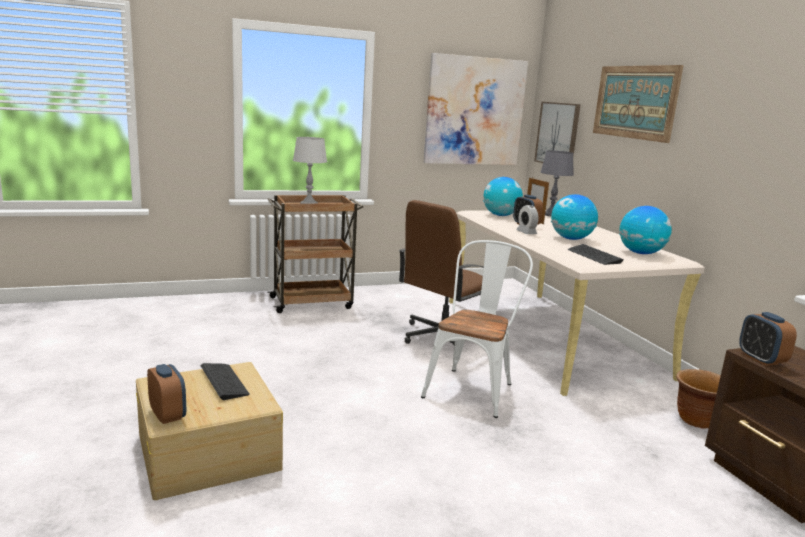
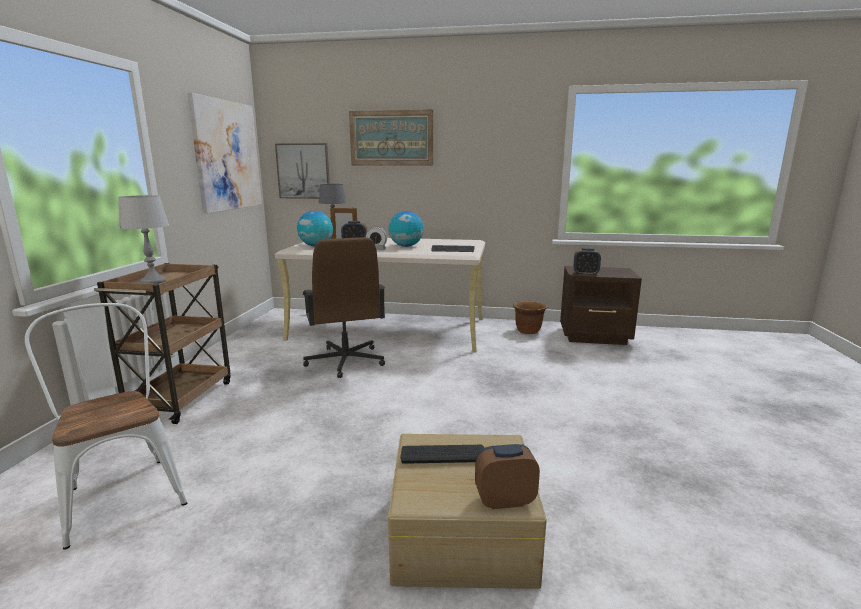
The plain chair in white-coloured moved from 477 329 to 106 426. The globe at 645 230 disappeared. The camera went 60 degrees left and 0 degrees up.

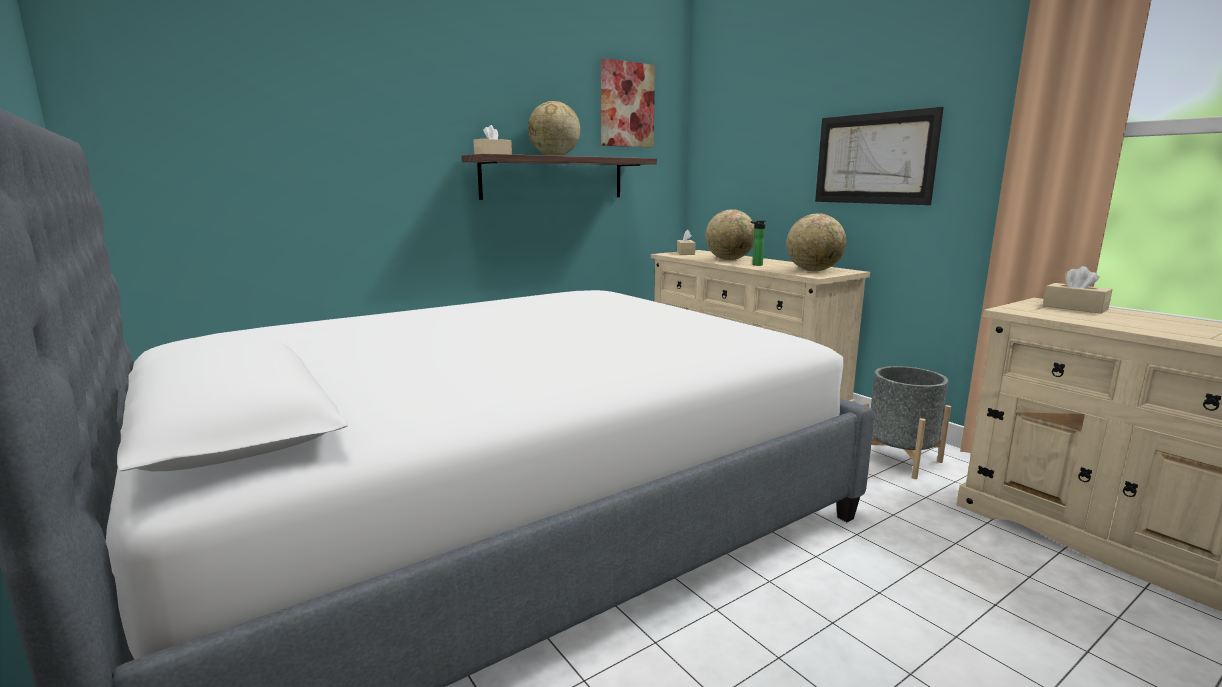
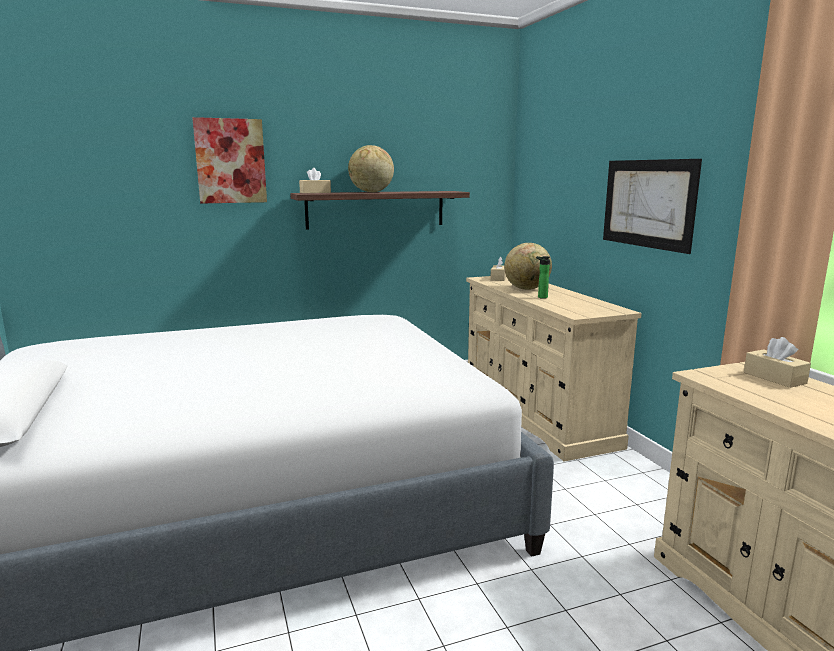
The wall picture moved from 628 103 to 229 160. The globe at 816 242 disappeared. The flower pot in greyish at 907 422 disappeared. The camera went 15 degrees right and 0 degrees up.

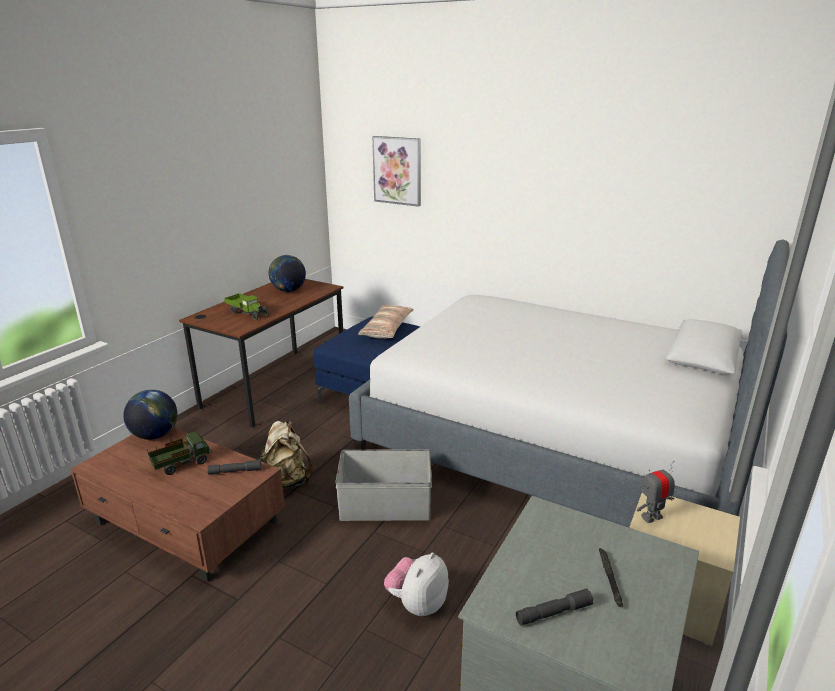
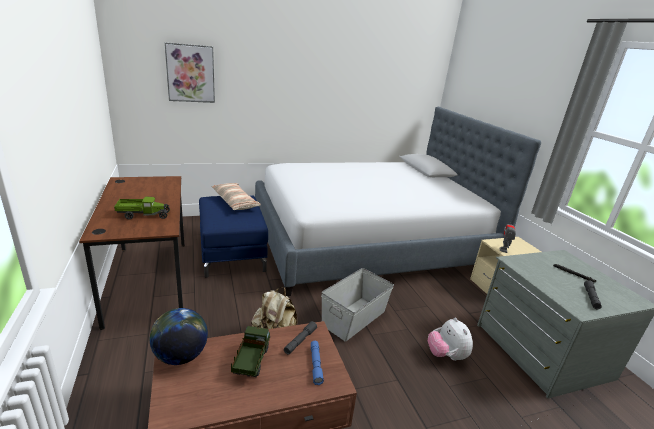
The hand torch in blue at 317 363 appeared. The globe at 287 273 disappeared. The camera went 50 degrees left and 0 degrees up.

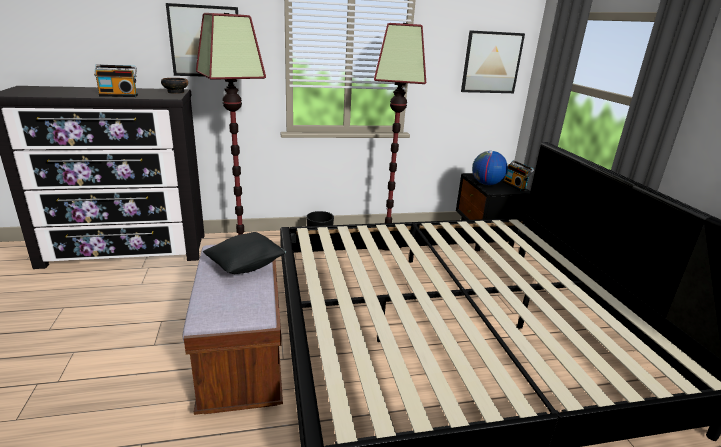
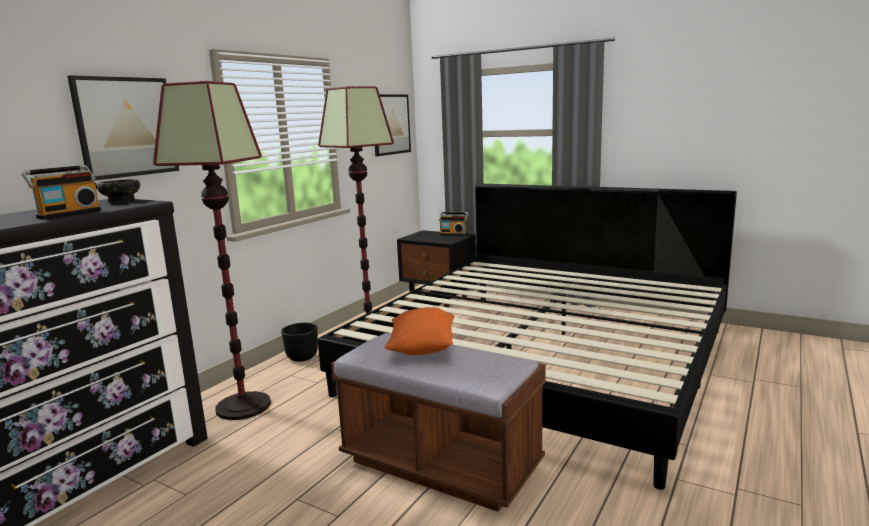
The pillow in black-coloured at 244 253 became the pillow in orangey at 419 331. The globe at 490 168 disappeared. The camera went 45 degrees left and 10 degrees down.

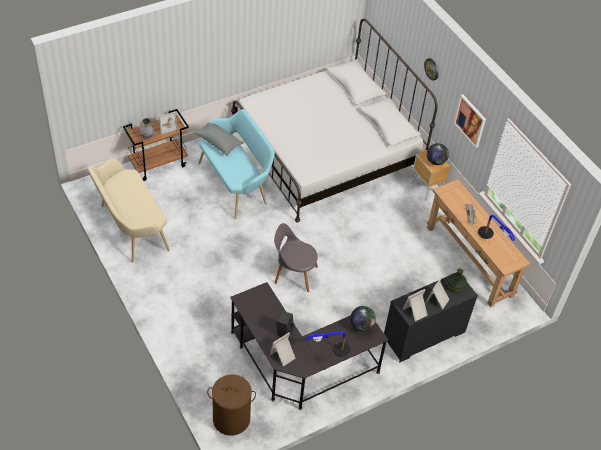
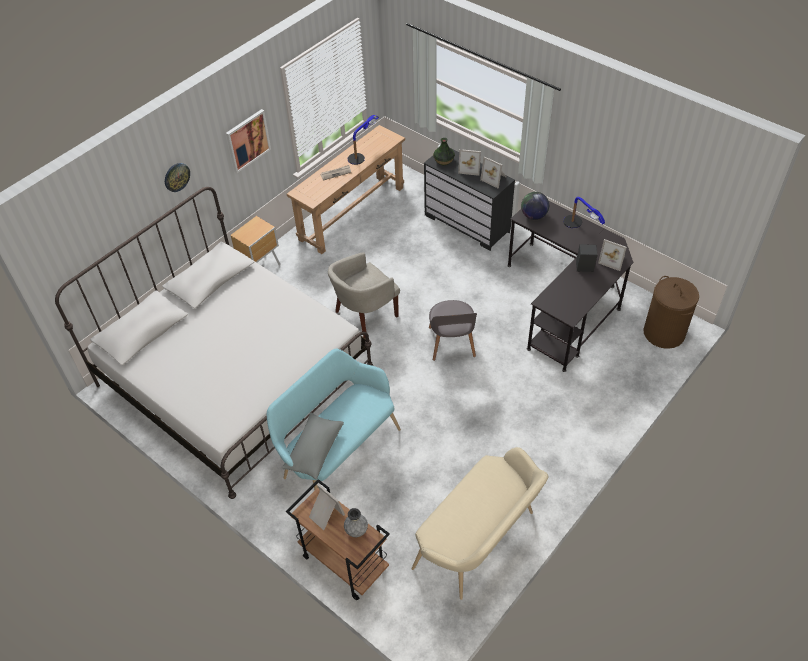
The lounge chair in sand-coloured at 364 295 appeared. The globe at 438 154 disappeared. The camera went 105 degrees left and 0 degrees up.

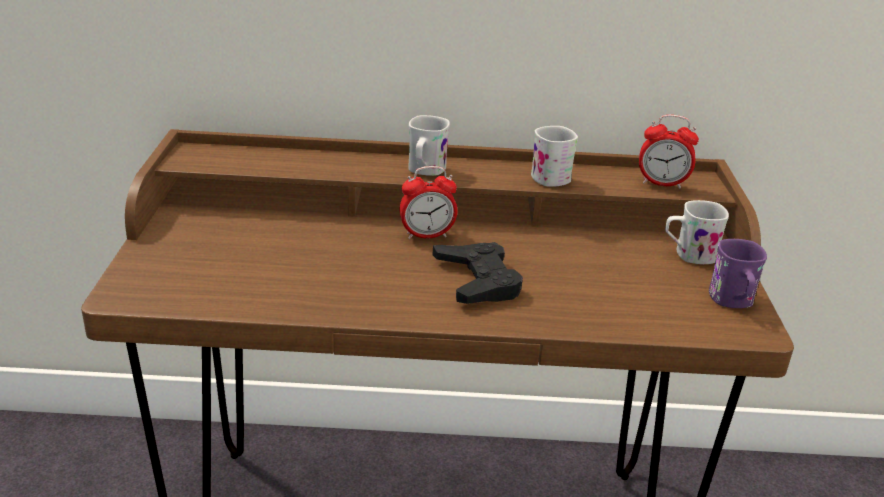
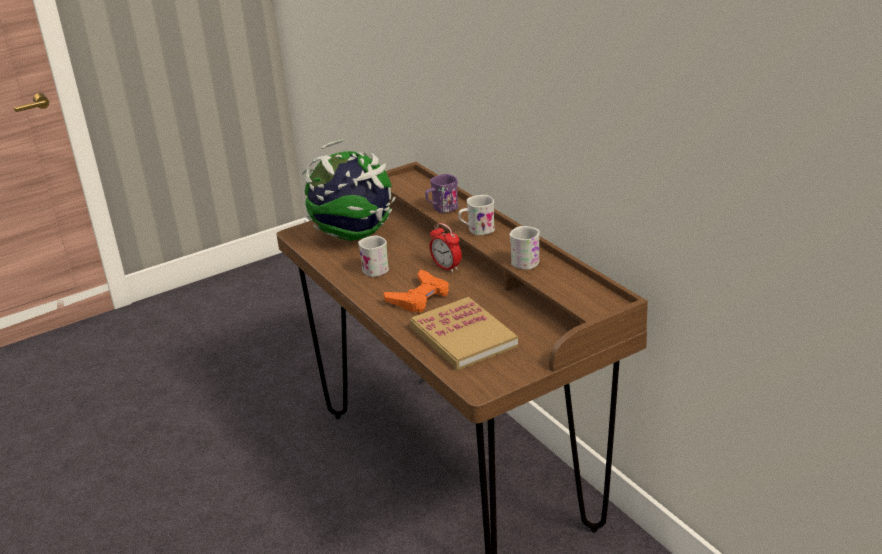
The globe at 349 190 appeared. The coffee mug in white-coloured moved from 697 232 to 373 256. The joypad in black-coloured at 478 273 became the joypad in orangey at 416 291. The volume at 464 333 appeared. The coffee mug in purple-coloured moved from 738 273 to 442 193. The alarm clock at 669 152 disappeared. The camera went 60 degrees right and 0 degrees up.

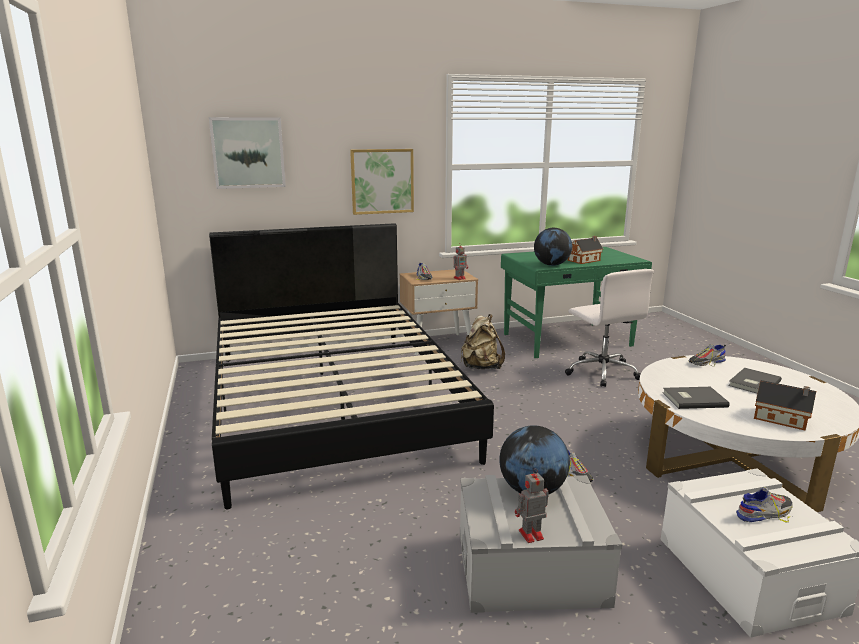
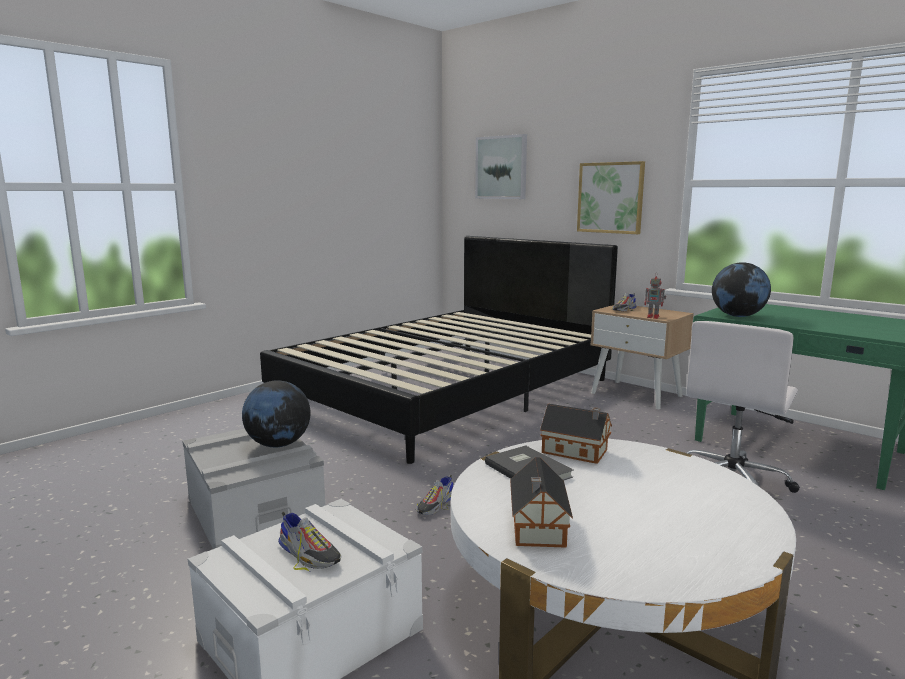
The model house moved from 585 250 to 576 434. The knapsack in sand-coloured at 483 342 disappeared. The model robot at 532 505 disappeared. The low shoe at 707 355 disappeared. The volume in greyish at 755 381 disappeared. The camera went 60 degrees right and 5 degrees down.

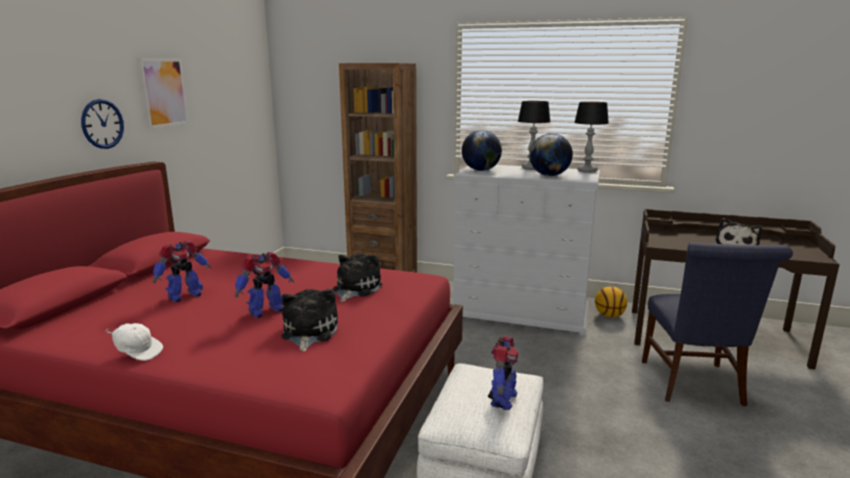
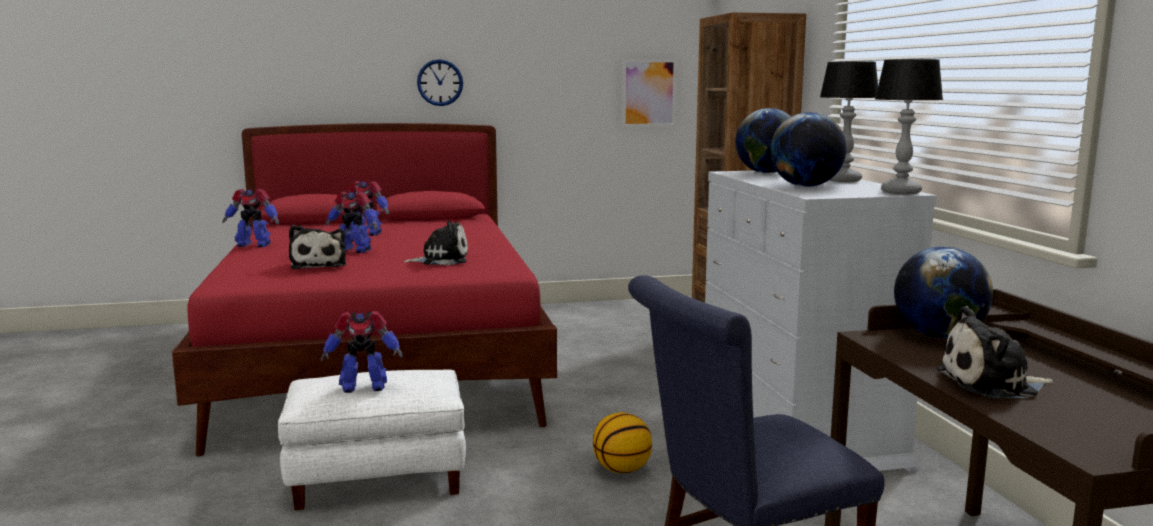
The cap in white-coloured at 134 342 was replaced by the model robot at 250 217. The cuddly toy at 309 320 turned 105 degrees clockwise. The basketball moved from 611 302 to 622 442. The wall picture moved from 164 93 to 649 93. The globe at 943 292 appeared. The camera went 60 degrees right and 5 degrees down.

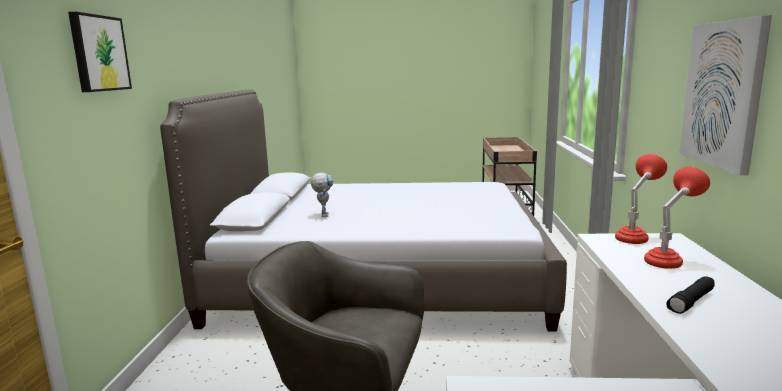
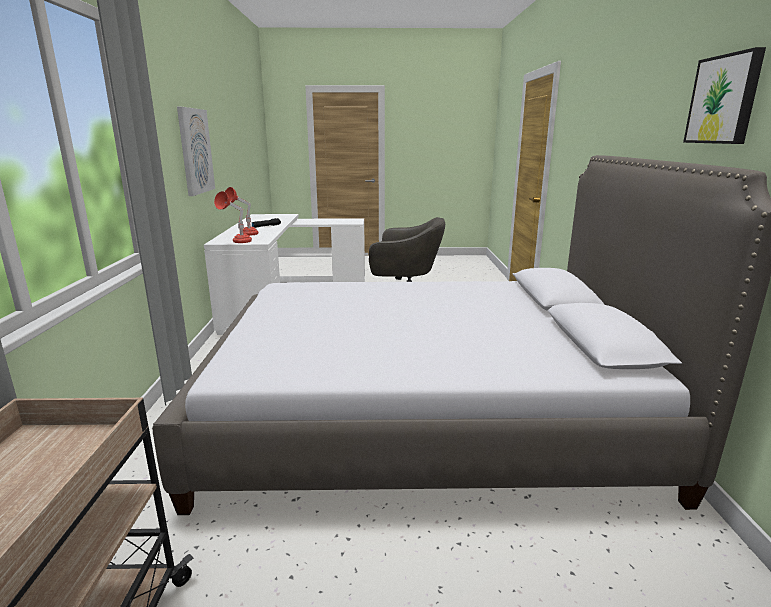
The wall picture moved from 100 52 to 724 95. The model robot at 322 194 disappeared. The camera went 175 degrees right and 5 degrees up.

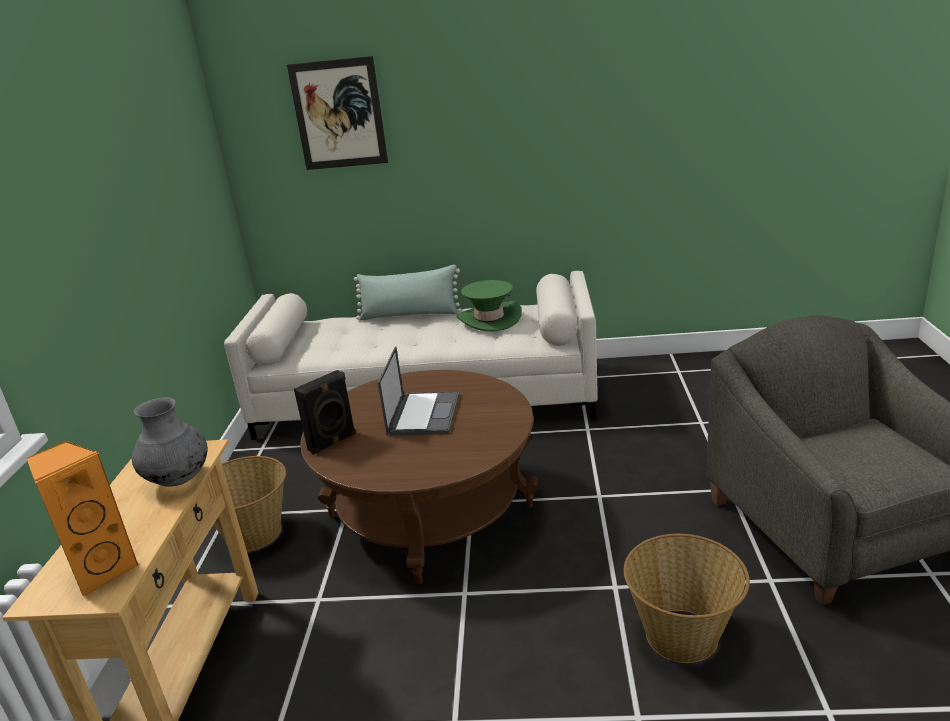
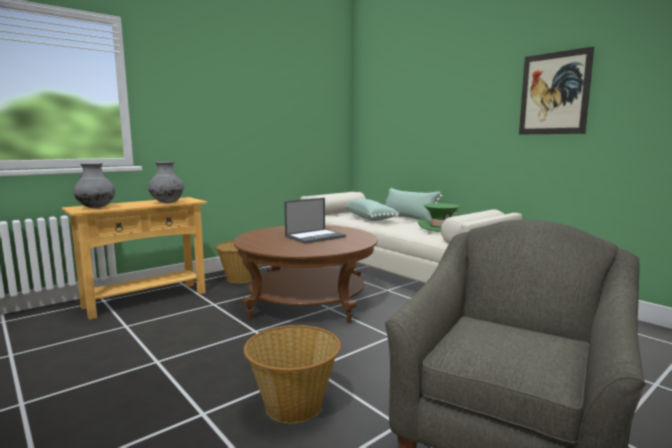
The audio speaker in orangey at 83 518 was replaced by the vase in greyish at 94 185. The pillow in green at 372 210 appeared. The wall picture moved from 337 113 to 556 90. The audio speaker in black-coloured at 325 412 disappeared. The camera went 45 degrees right and 15 degrees down.

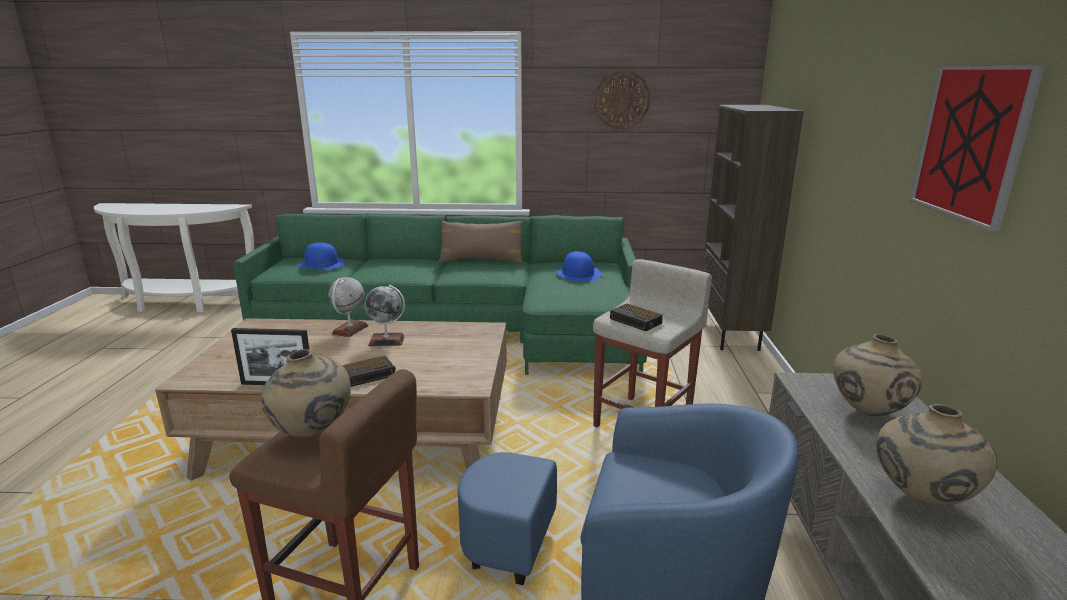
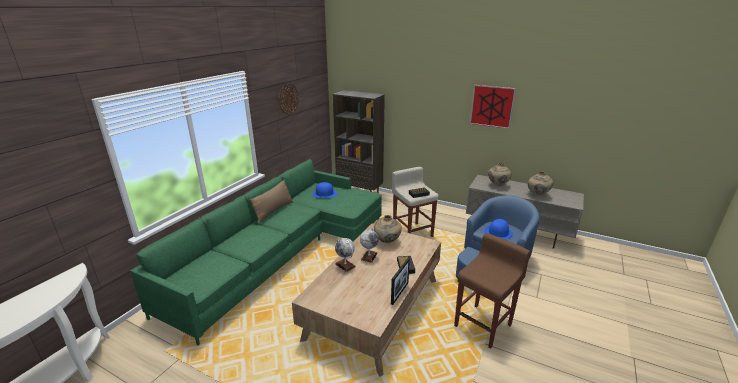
The vase in sand-coloured moved from 306 393 to 388 229. The hat in blue moved from 322 256 to 498 229. The camera went 65 degrees left and 5 degrees up.

